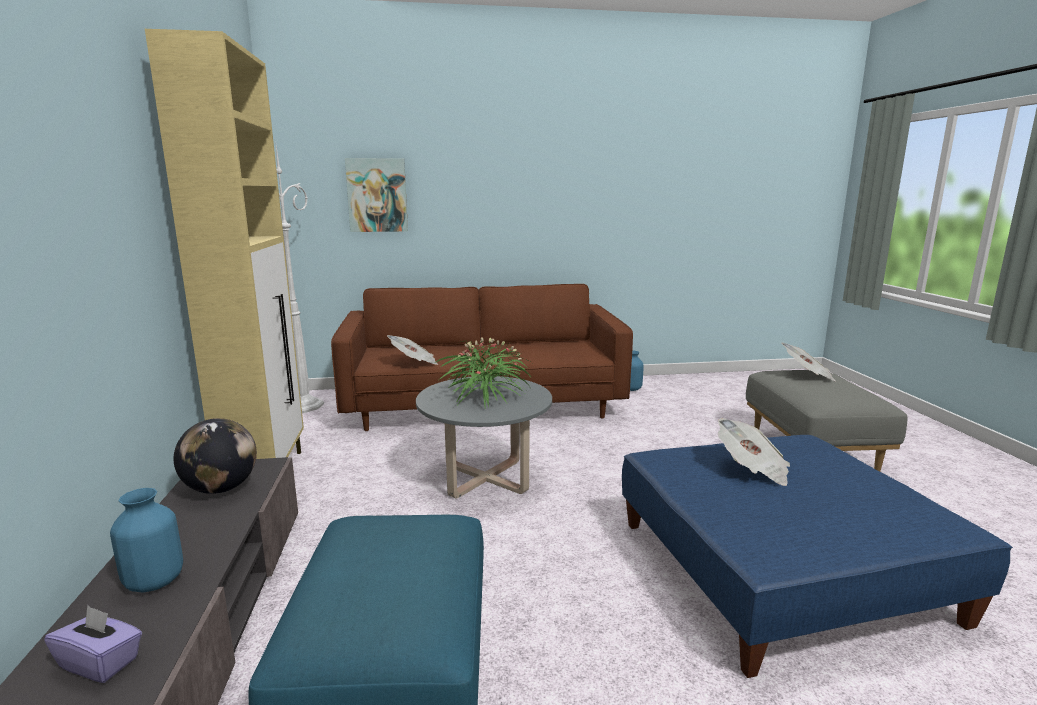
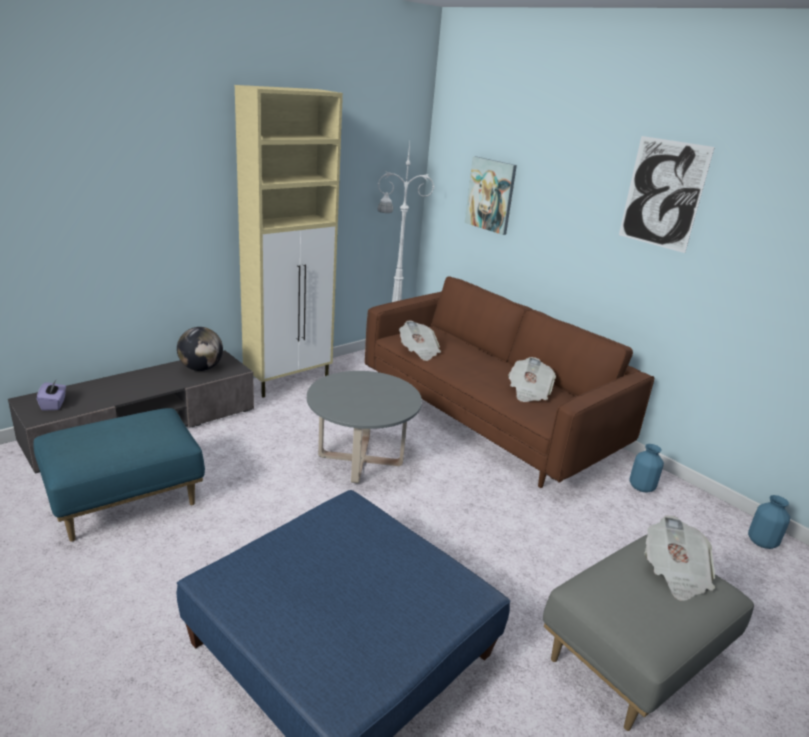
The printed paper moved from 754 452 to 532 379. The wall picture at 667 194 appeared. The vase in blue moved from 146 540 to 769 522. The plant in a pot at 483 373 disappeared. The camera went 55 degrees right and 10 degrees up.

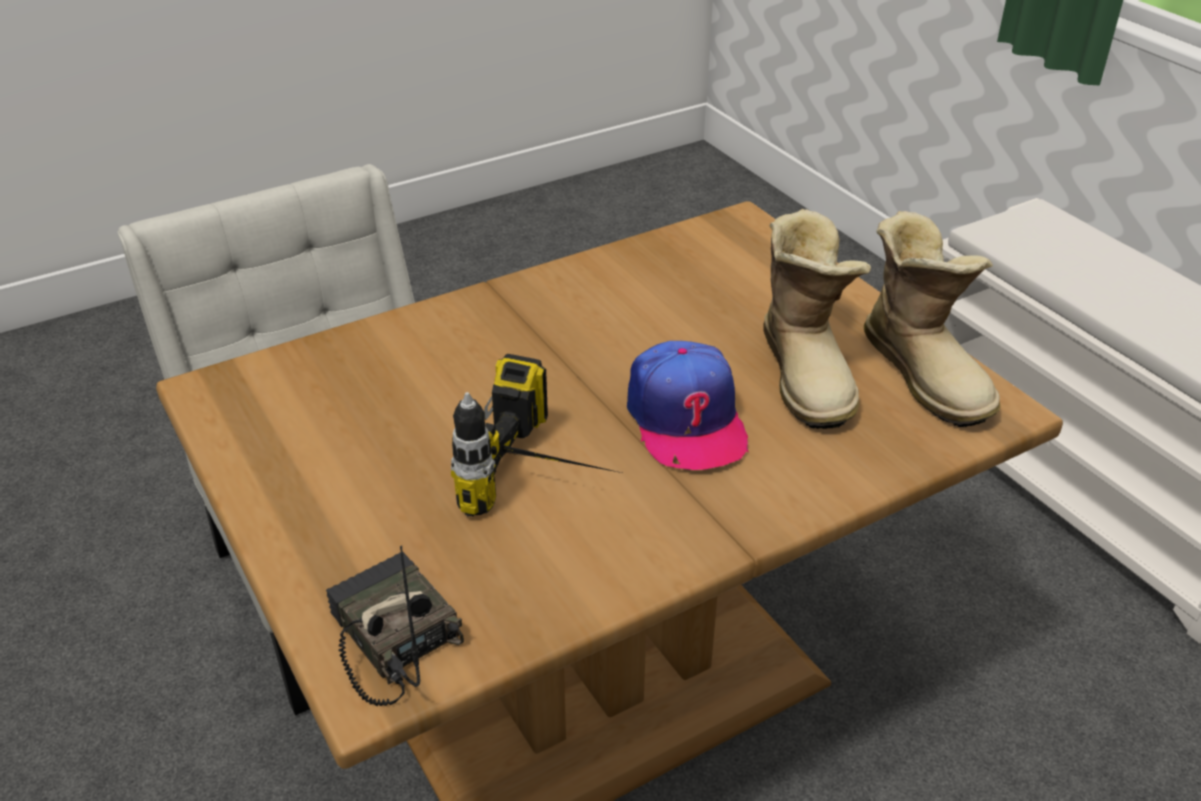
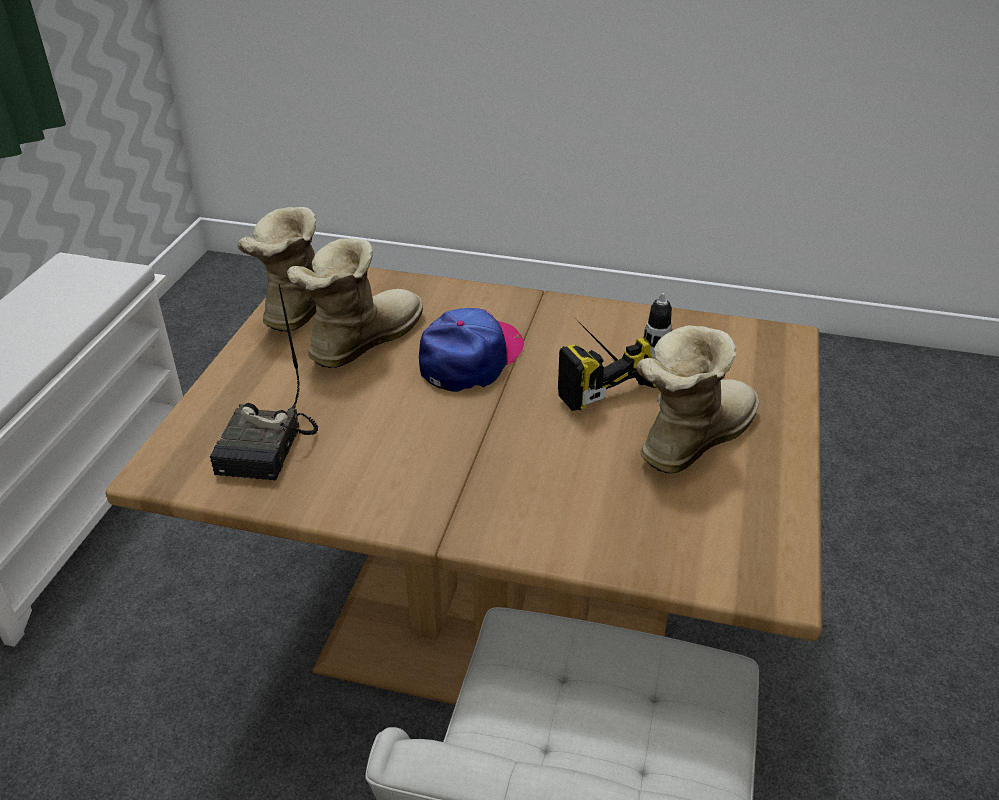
The radio receiver moved from 395 625 to 264 382. The tall boot at 697 399 appeared. The camera went 135 degrees left and 0 degrees up.

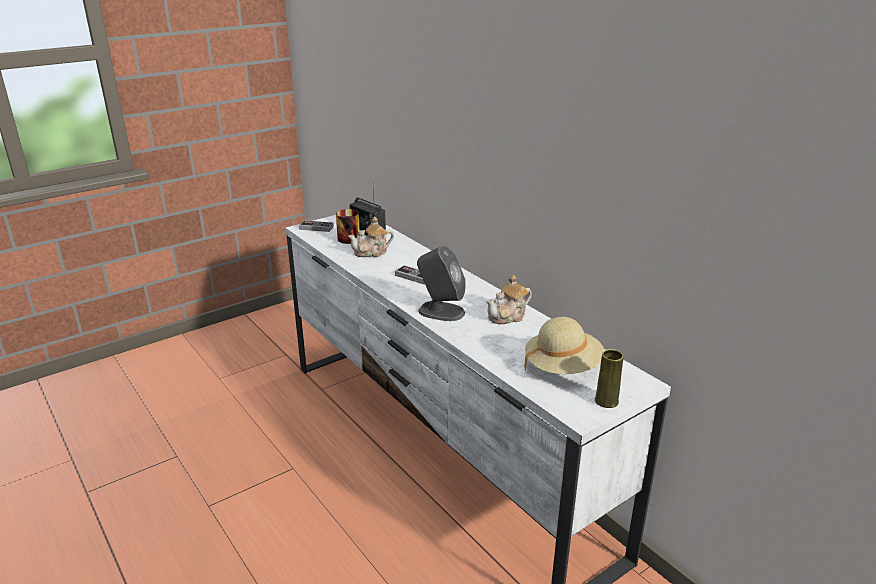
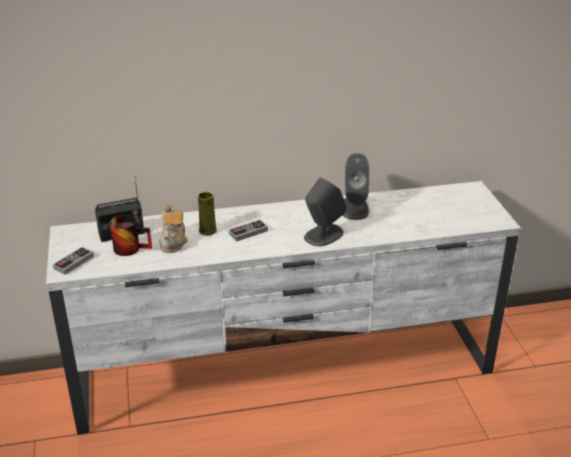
The vase in yellowish moved from 609 378 to 207 214. The tea pot at 509 299 was replaced by the audio speaker in greyish at 356 186. The hat in sand-coloured at 565 345 disappeared. The camera went 65 degrees left and 5 degrees up.

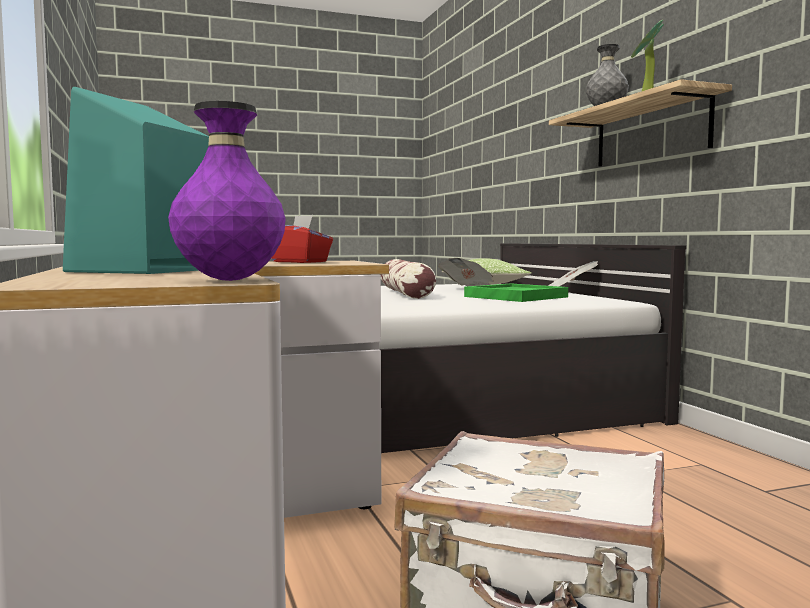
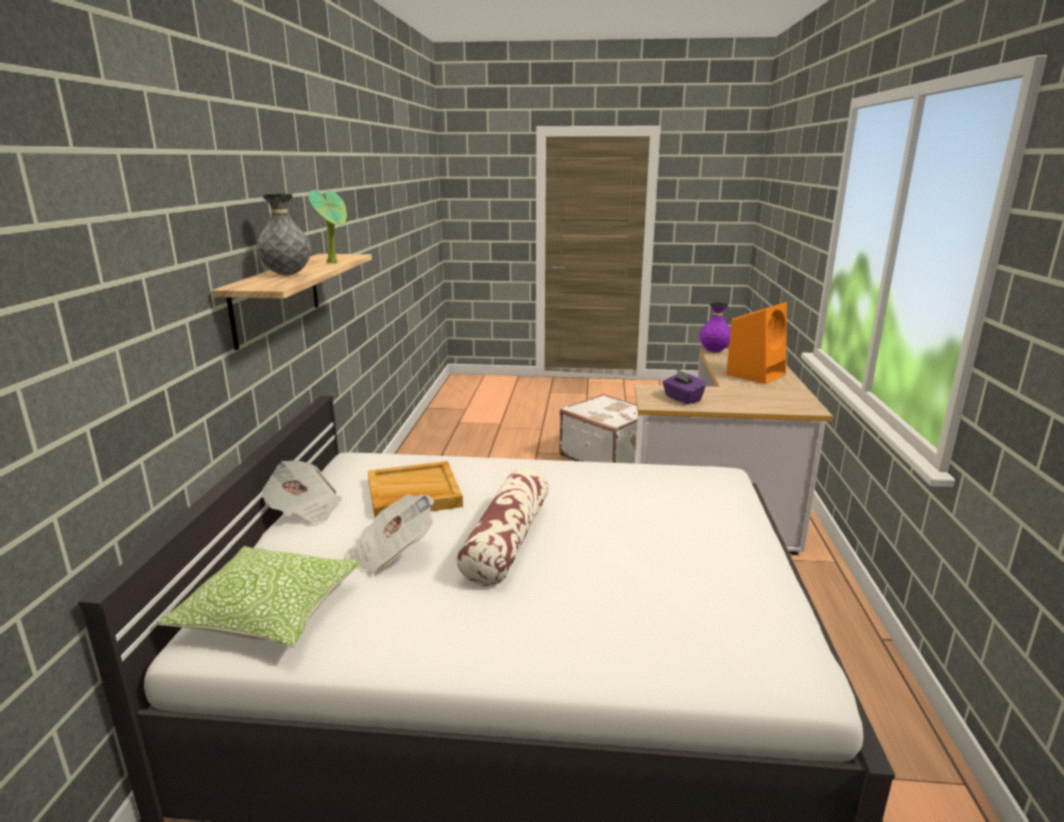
The carrying tray in green at 516 292 became the carrying tray in sand-coloured at 415 489. The tissue box in red-coloured at 302 239 became the tissue box in purple-coloured at 684 386. The audio speaker in turquoise-coloured at 136 180 became the audio speaker in orangey at 756 343. The camera went 155 degrees left and 15 degrees up.

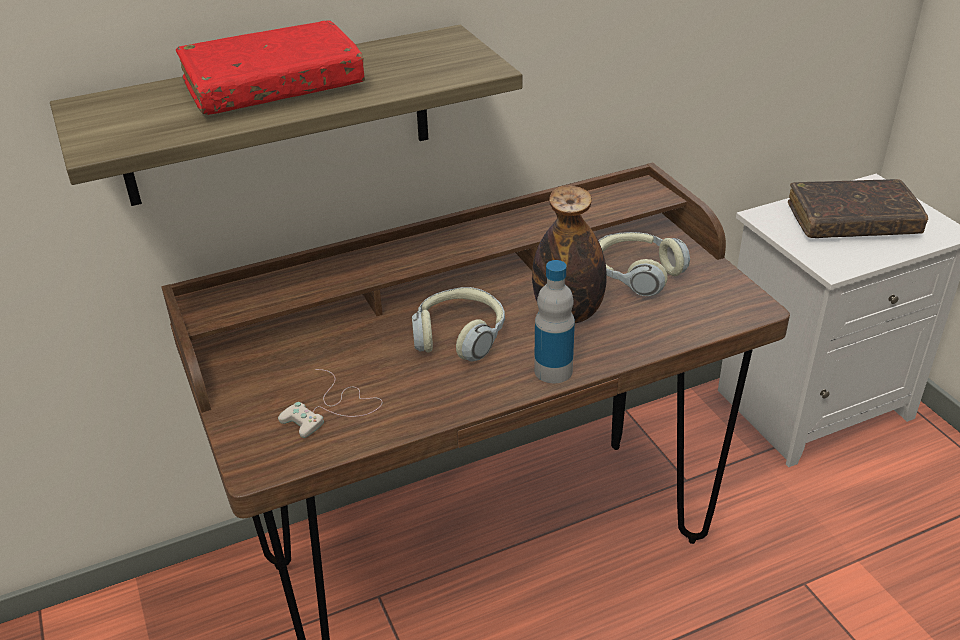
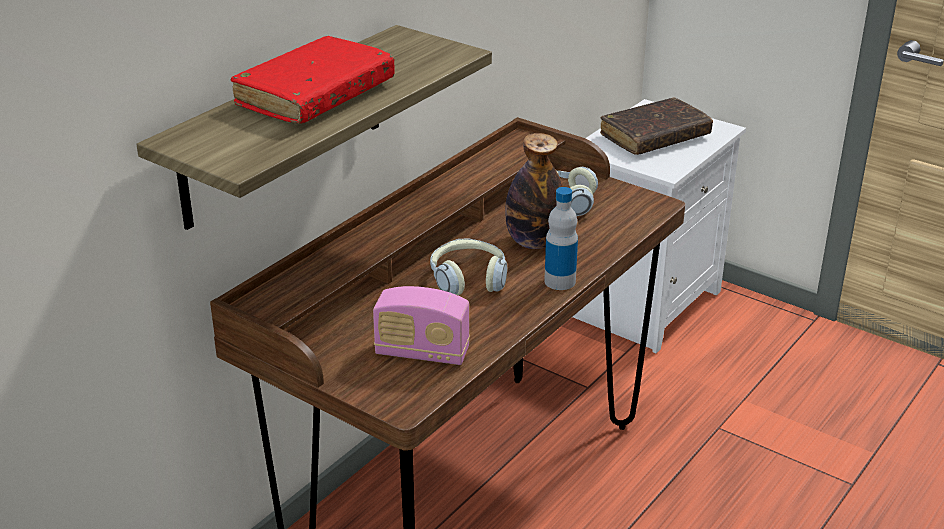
The joypad in white-coloured at 330 403 was replaced by the radio receiver at 421 325. The camera went 30 degrees left and 5 degrees down.

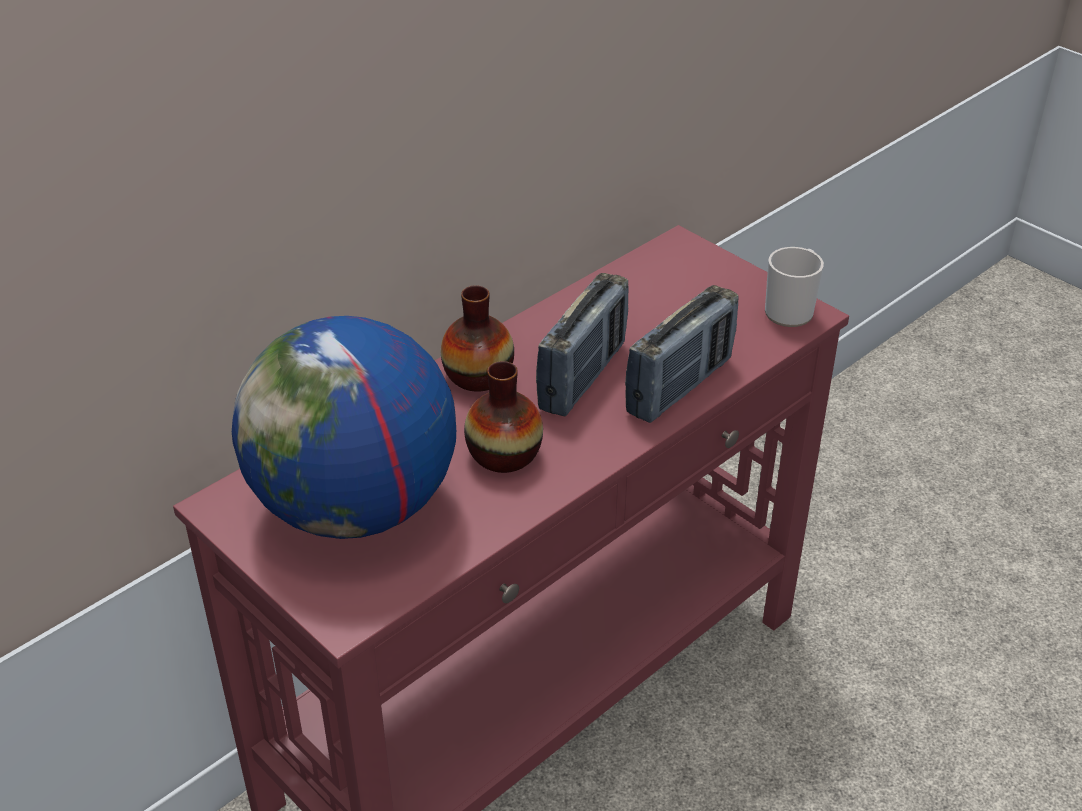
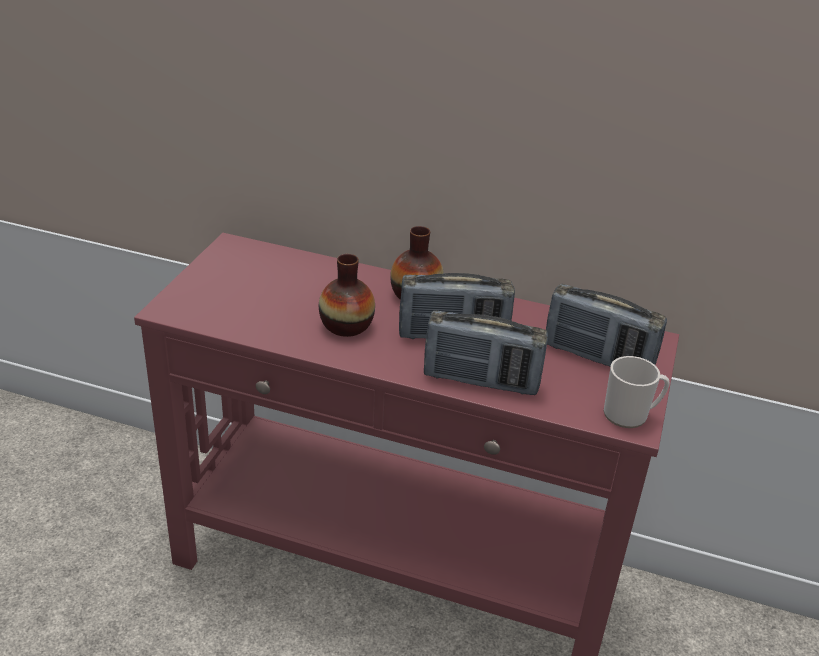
The radio receiver at 606 325 appeared. The globe at 344 427 disappeared. The camera went 60 degrees right and 5 degrees down.

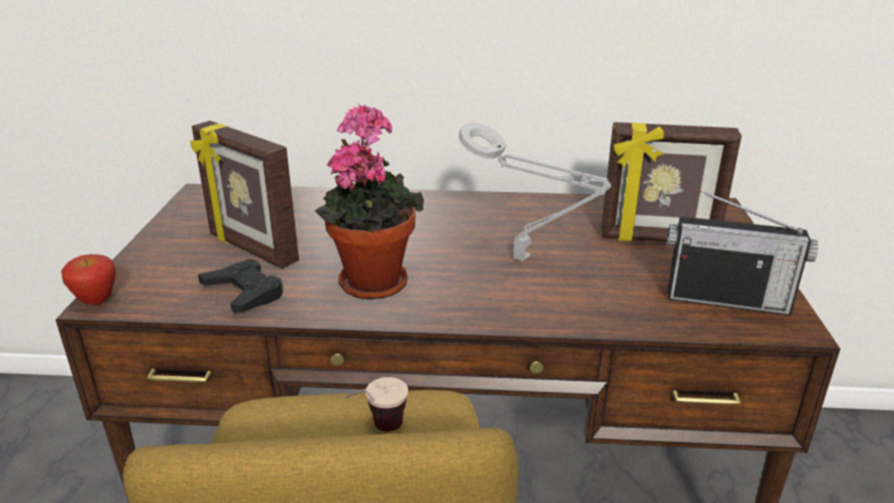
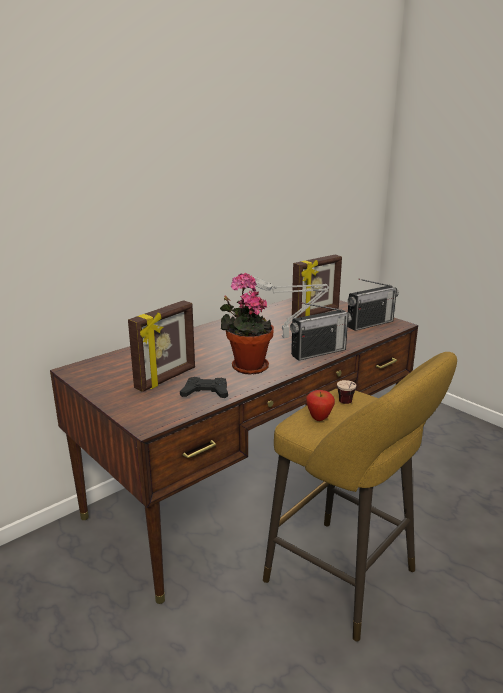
The standing frame at 244 195 turned 45 degrees counterclockwise. The radio receiver at 320 332 appeared. The apple moved from 88 279 to 320 405. The camera went 45 degrees left and 5 degrees down.

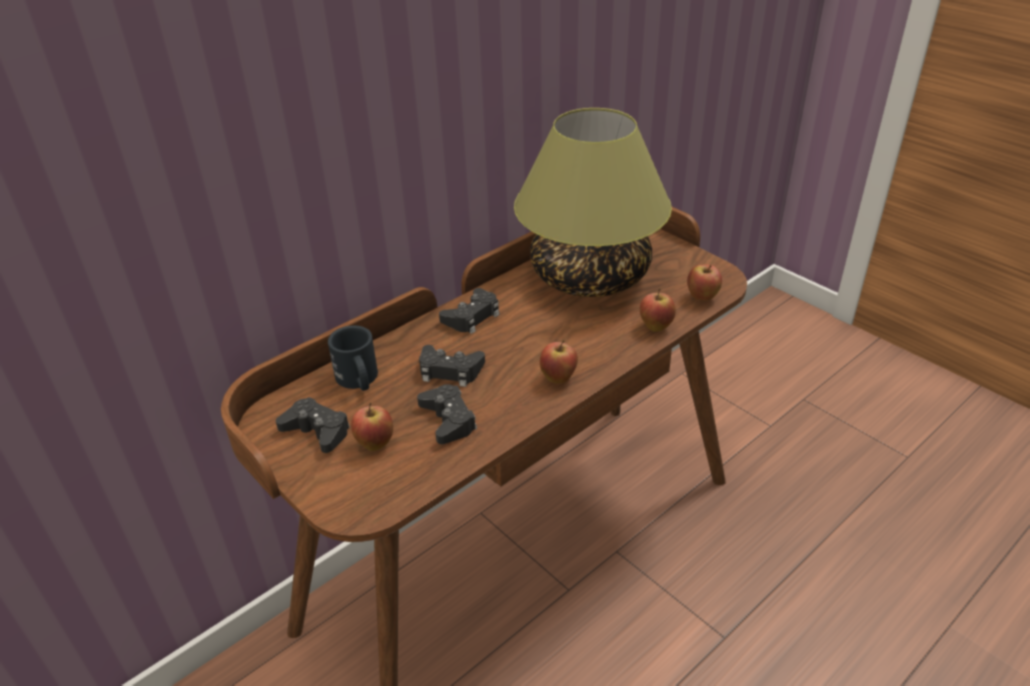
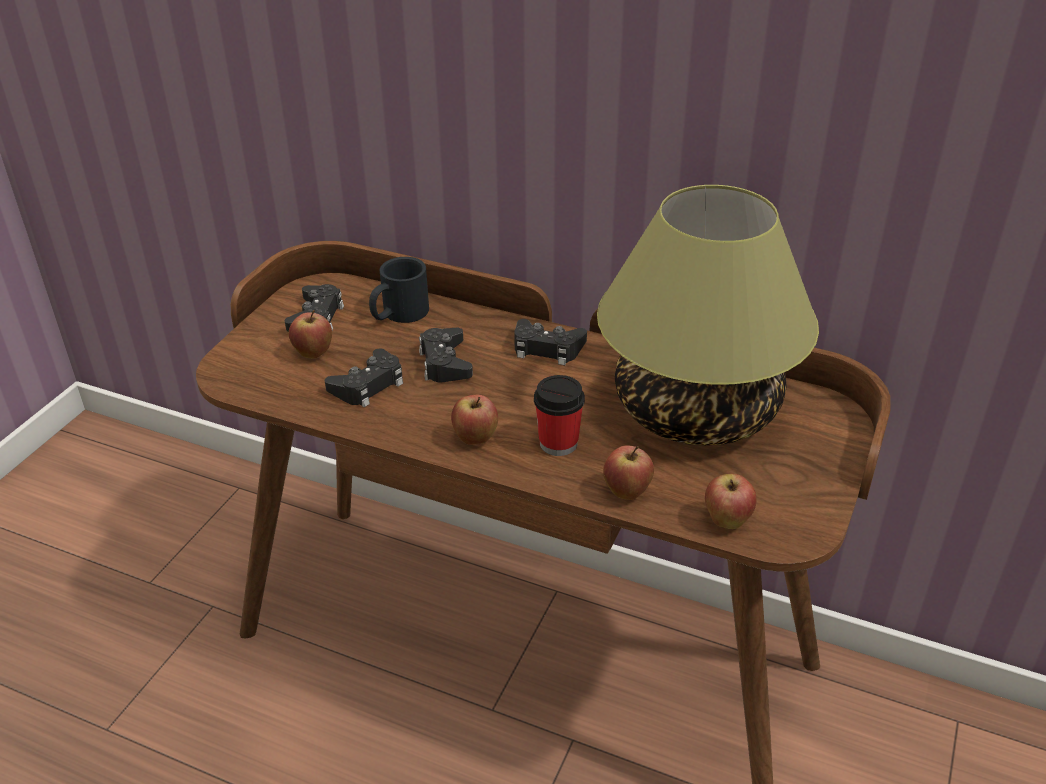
The drinking cup at 559 415 appeared. The camera went 65 degrees right and 0 degrees up.

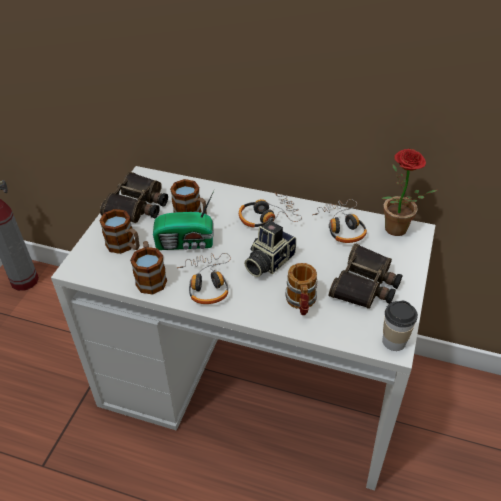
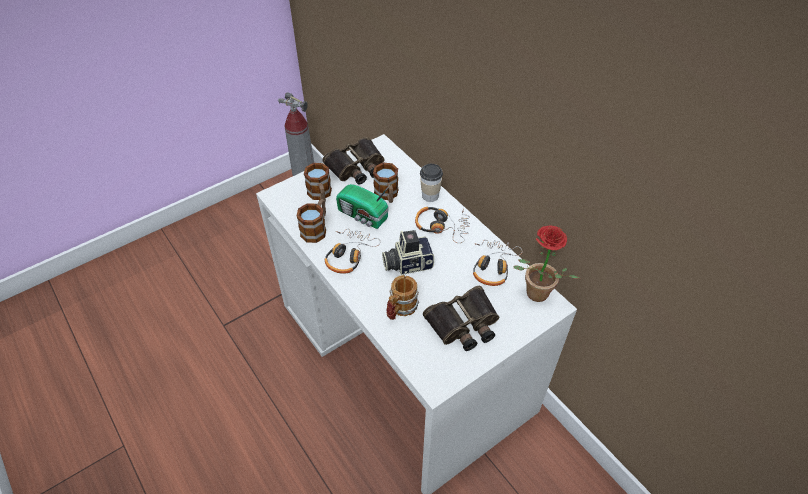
The drinking cup moved from 400 326 to 431 183. The camera went 35 degrees right and 5 degrees up.

